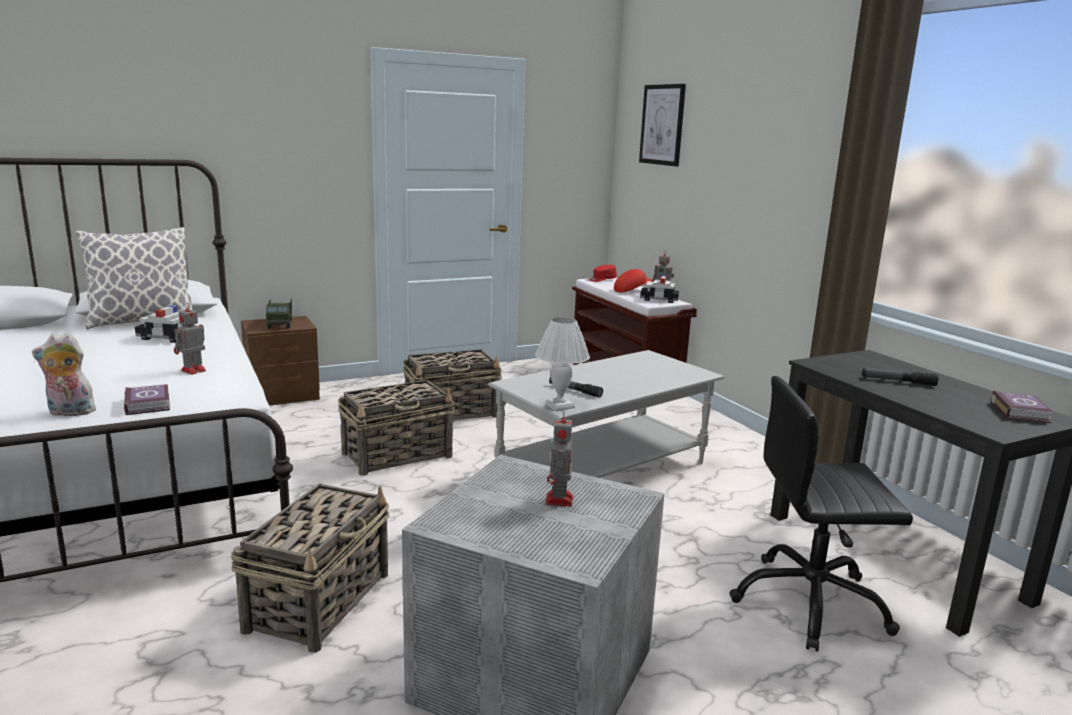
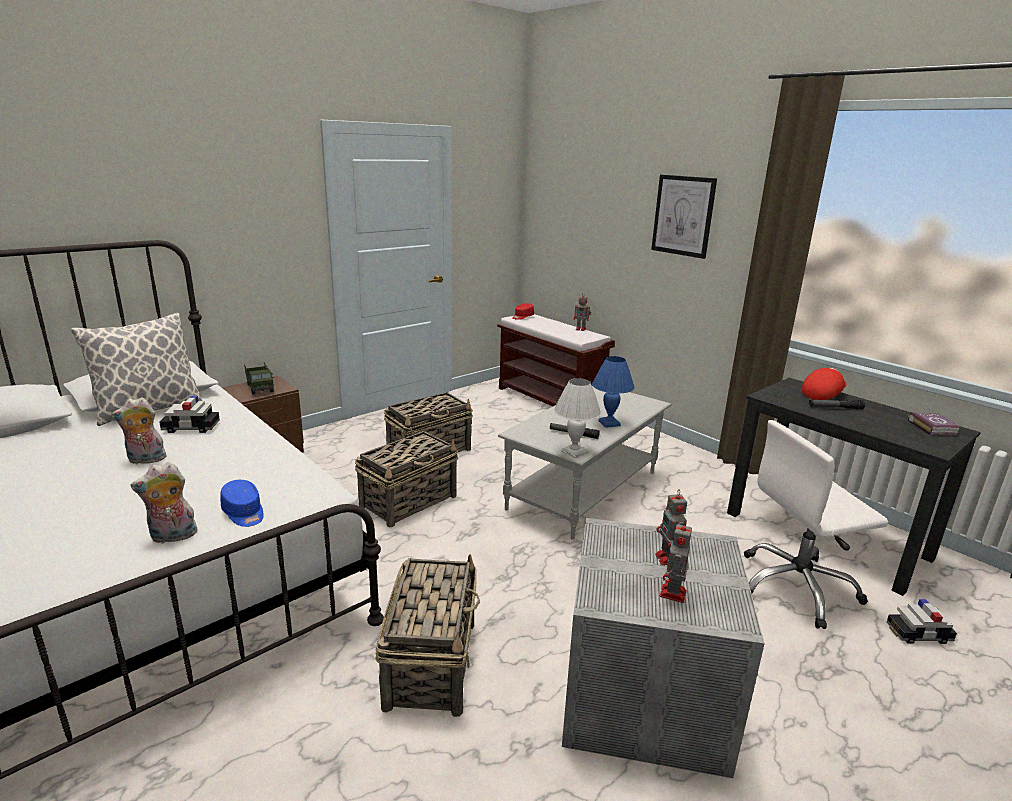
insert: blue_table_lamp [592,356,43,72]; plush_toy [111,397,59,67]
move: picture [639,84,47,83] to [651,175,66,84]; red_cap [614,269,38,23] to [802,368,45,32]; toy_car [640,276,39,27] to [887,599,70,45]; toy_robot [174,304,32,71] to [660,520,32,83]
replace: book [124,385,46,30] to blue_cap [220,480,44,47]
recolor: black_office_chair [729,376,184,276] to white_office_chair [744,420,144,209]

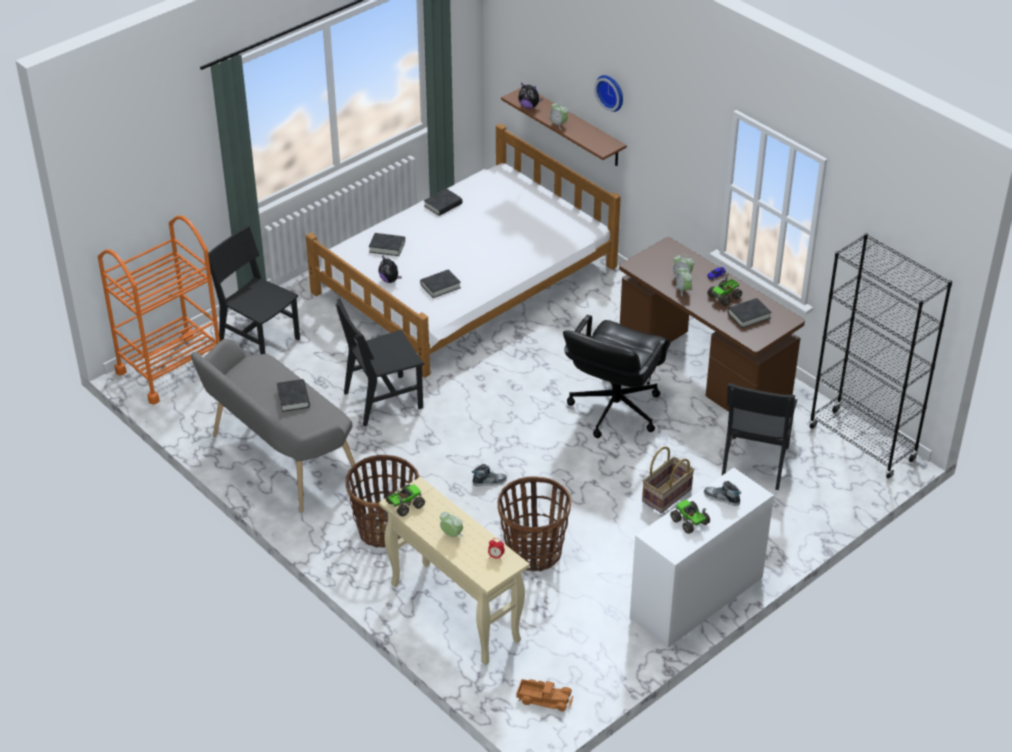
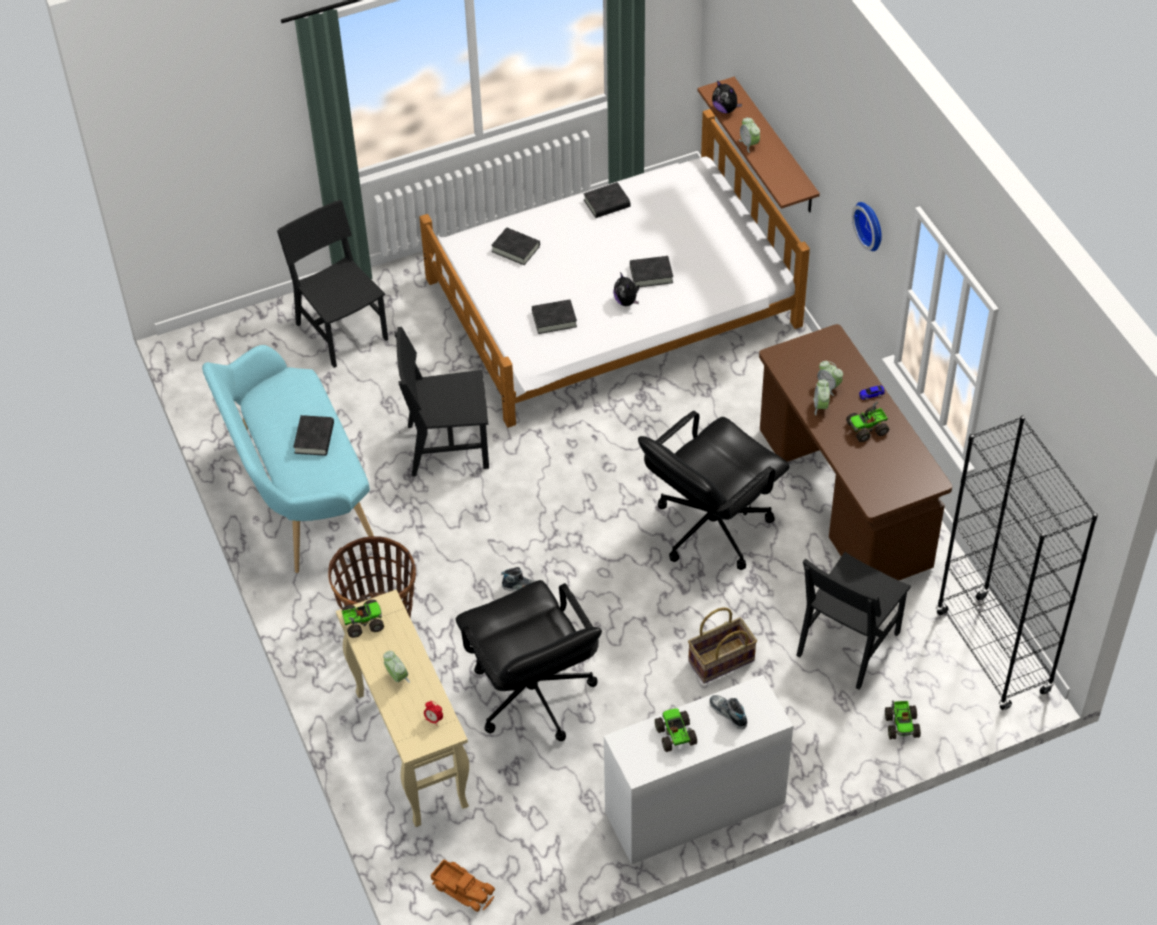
delete: orange_cart [98,215,122,190]
insert: toy_truck [885,700,36,39]
move: wall_clock [594,75,29,37] to [852,202,30,49]; plush_toy [378,256,24,27] to [613,272,26,34]; black_book [728,298,43,30] to [630,256,43,32]
replace: basket [497,476,74,95] to black_office_chair [456,580,146,161]
recolor: grey_bench [191,339,170,174] to turquoise_bench [202,345,177,228]

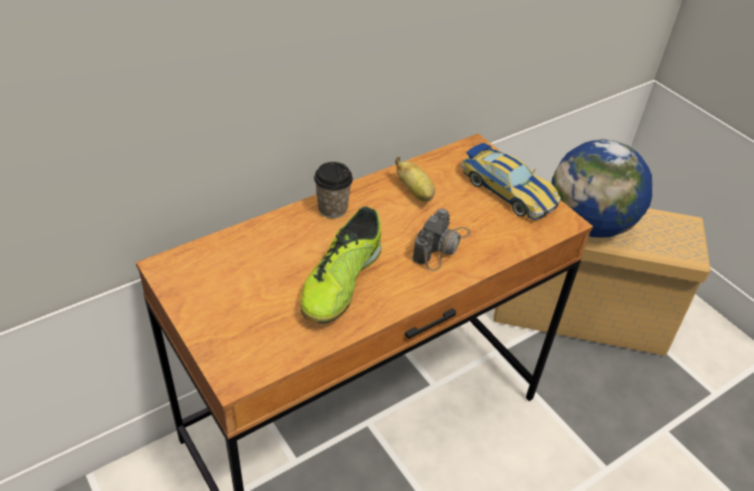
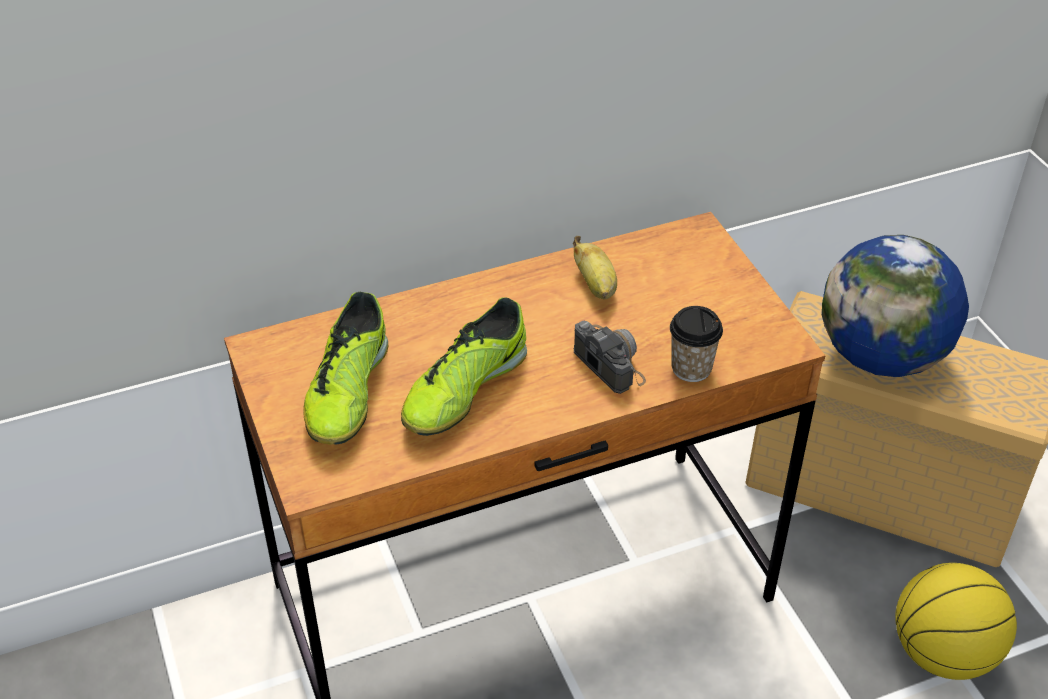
delete: toy_car [461,143,100,77]
insert: shoe [303,292,85,153]; basketball [895,563,122,117]
move: cup [314,162,39,56] to [670,306,53,76]
rotate: photo_camera [413,208,58,63] = [574,321,72,73] 75 degrees counterclockwise

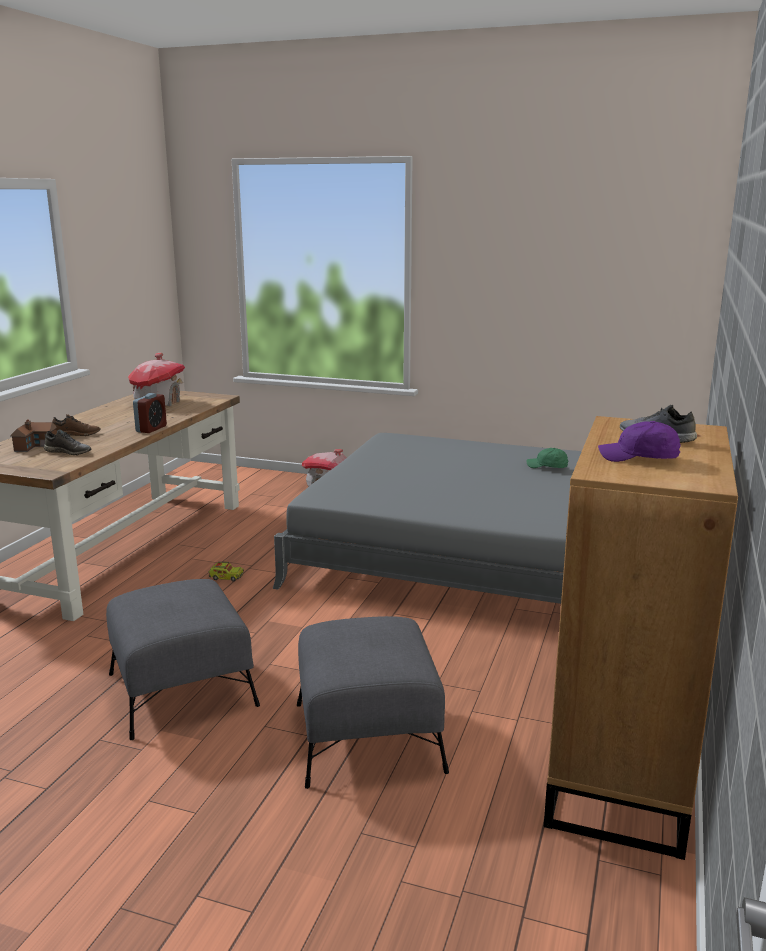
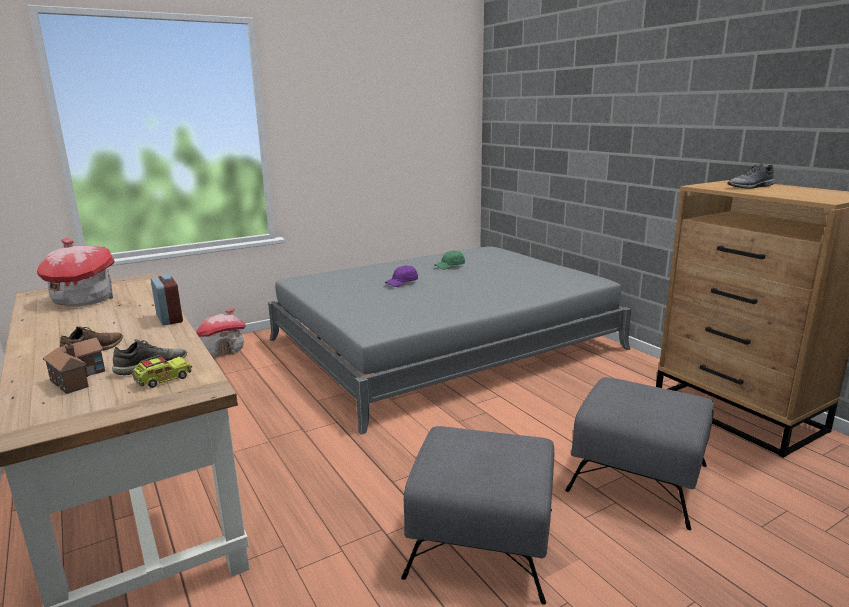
move: purple_cap [598,421,83,41] to [385,265,33,22]; toy_truck [208,562,36,20] to [131,355,61,33]

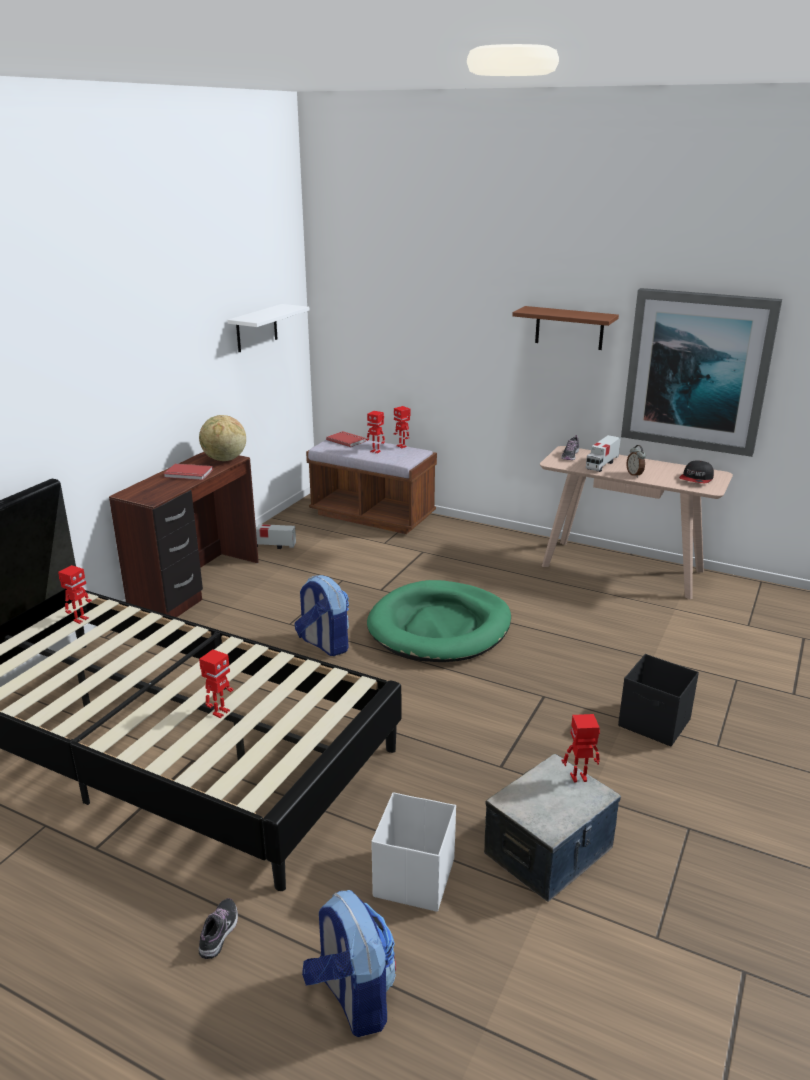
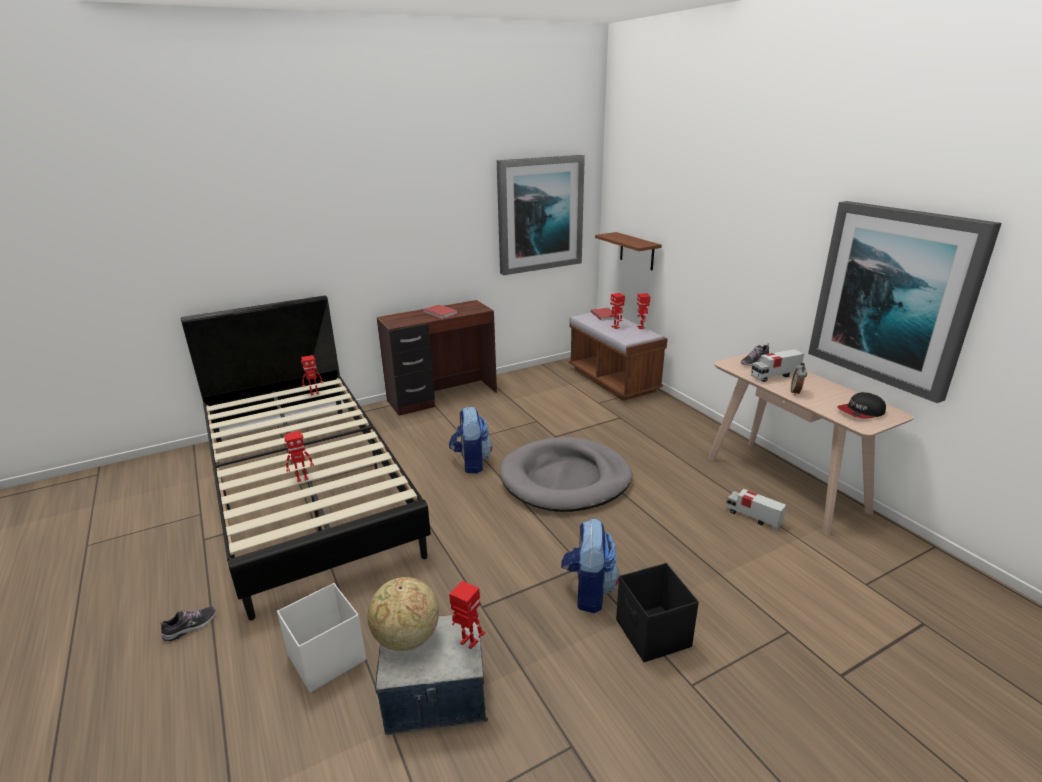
move: brown_shelf [512,306,107,44] to [595,232,67,38]; globe [199,415,47,46] to [367,577,72,74]; toy_truck [256,524,40,25] to [726,489,60,40]; backpack [302,890,94,147] to [561,518,59,95]
replace: white_shelf [228,304,81,48] to picture [497,155,88,120]
recolor: green_dog_bed [367,580,144,82] to grey_dog_bed [500,437,132,75]

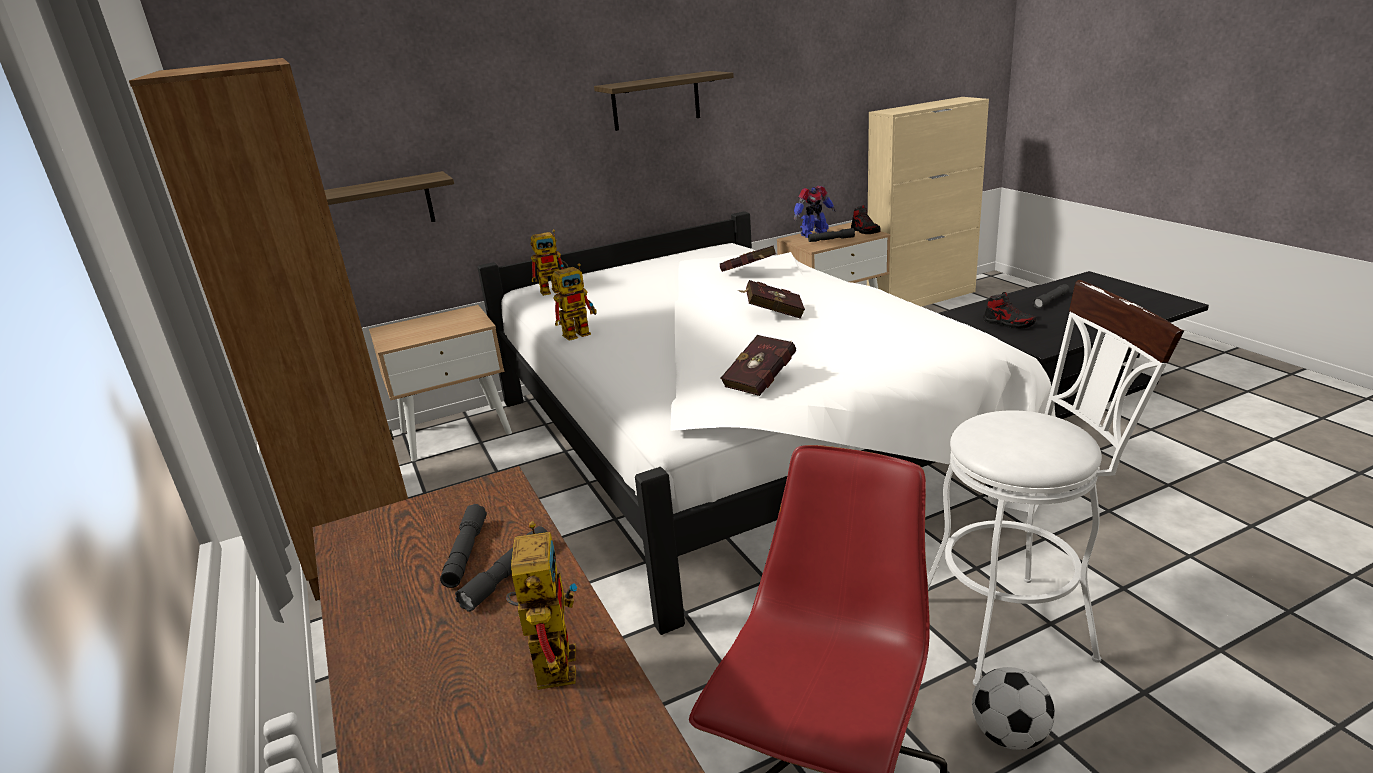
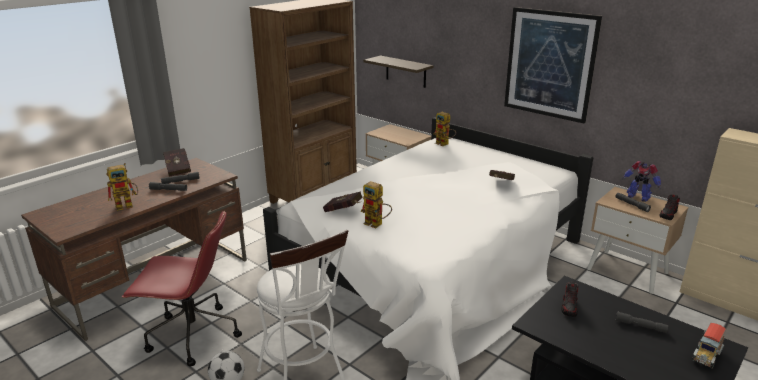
insert: toy_truck [692,323,34,45]
move: toy_robot [552,263,45,78] to [361,181,31,47]; red_book [737,280,68,39] to [163,149,28,27]
replace: shelf [594,71,140,60] to picture [504,7,98,116]

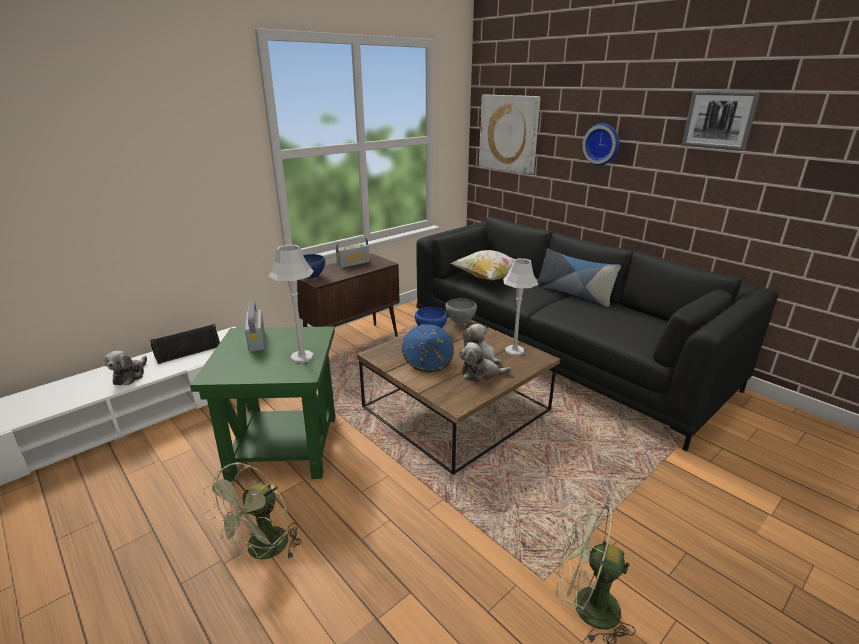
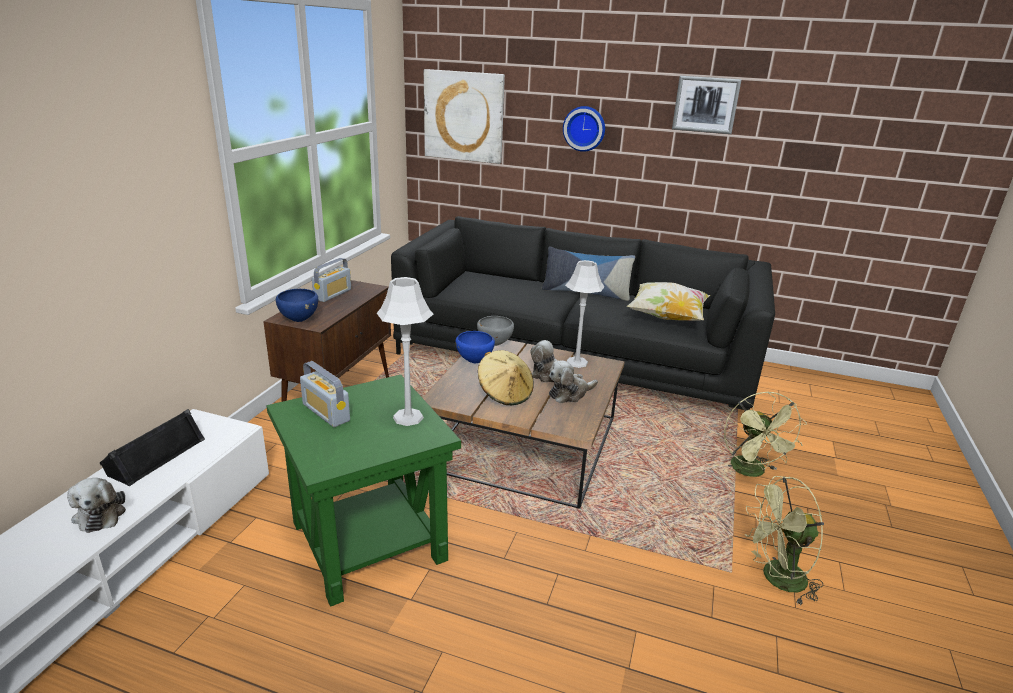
move: pillow [450,250,65,30] to [626,282,84,39]; green_fan [203,463,98,97] to [724,392,83,85]
recolor: blue_hat [402,324,52,48] to beige_hat [478,350,56,55]

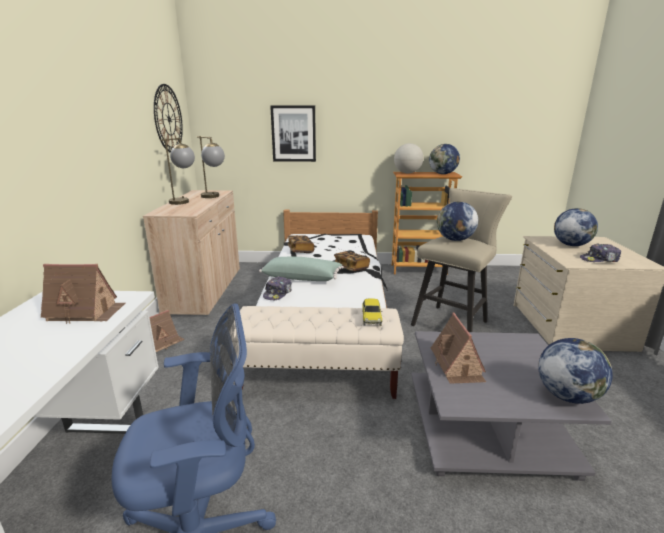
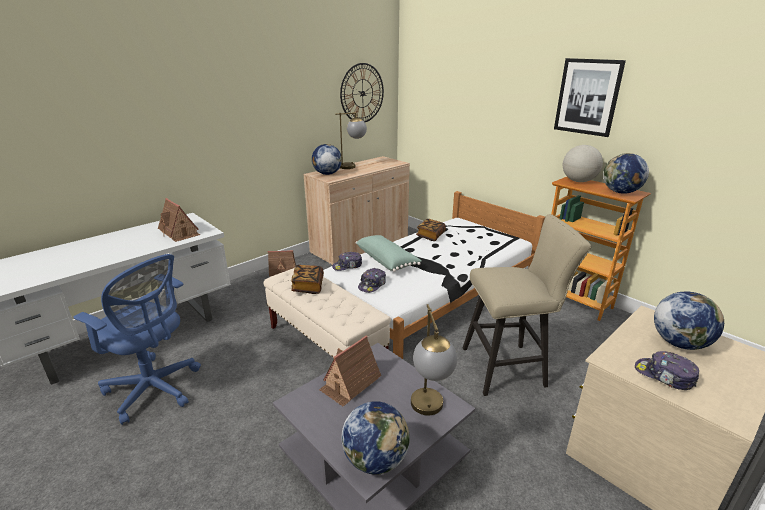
delete: toy_car [362,298,20,28]
insert: cap [358,268,28,25]
move: picture [270,105,46,57] to [554,58,72,79]; table_lamp [197,136,28,62] to [411,304,46,111]; globe [437,201,41,40] to [312,144,30,31]; book [334,251,36,20] to [291,265,33,29]

